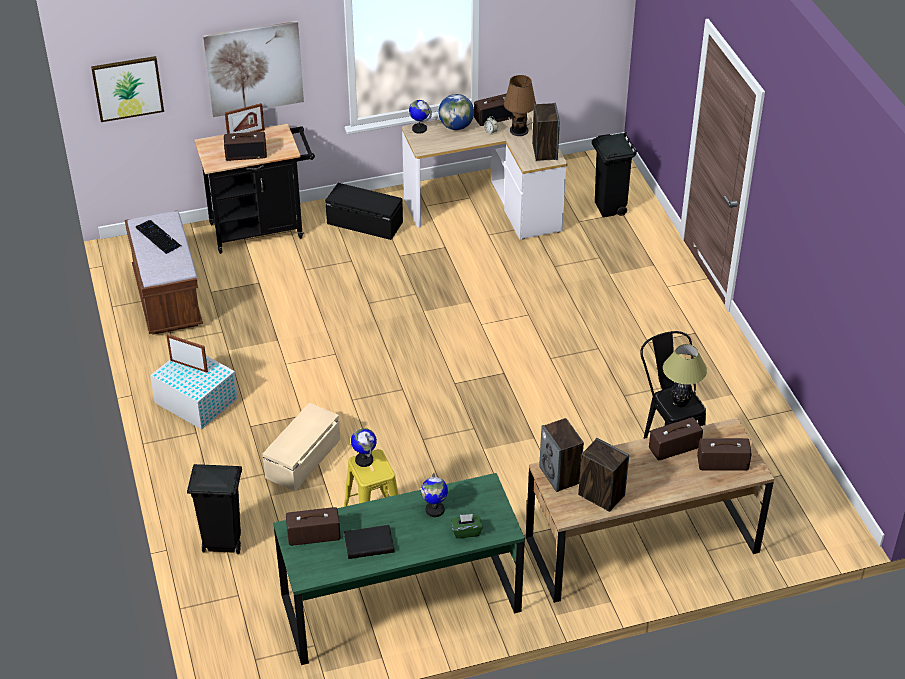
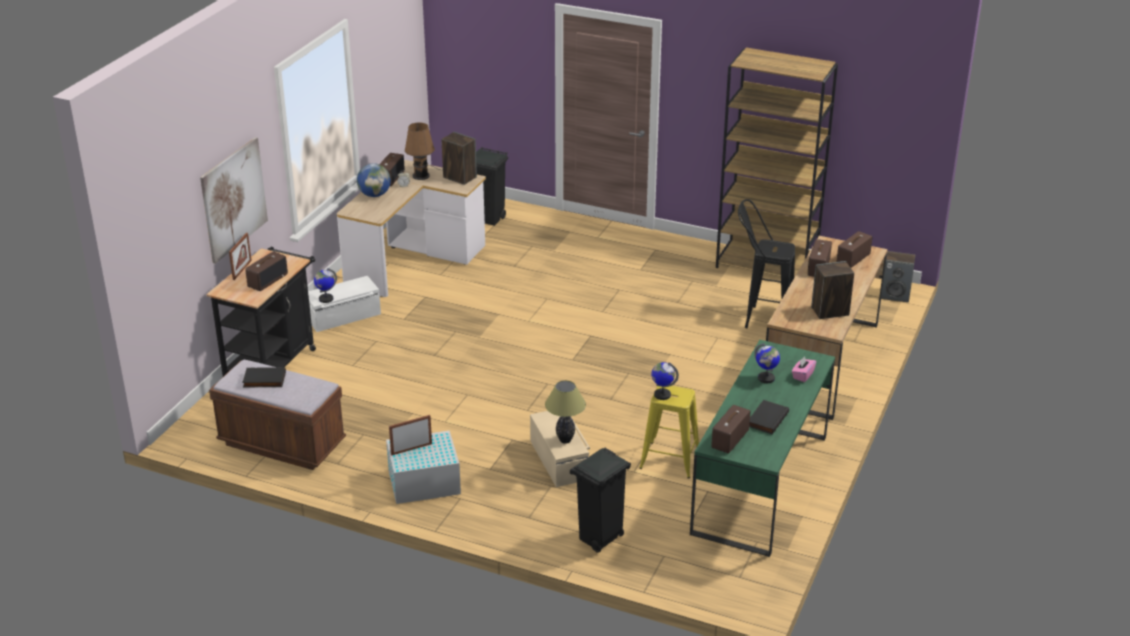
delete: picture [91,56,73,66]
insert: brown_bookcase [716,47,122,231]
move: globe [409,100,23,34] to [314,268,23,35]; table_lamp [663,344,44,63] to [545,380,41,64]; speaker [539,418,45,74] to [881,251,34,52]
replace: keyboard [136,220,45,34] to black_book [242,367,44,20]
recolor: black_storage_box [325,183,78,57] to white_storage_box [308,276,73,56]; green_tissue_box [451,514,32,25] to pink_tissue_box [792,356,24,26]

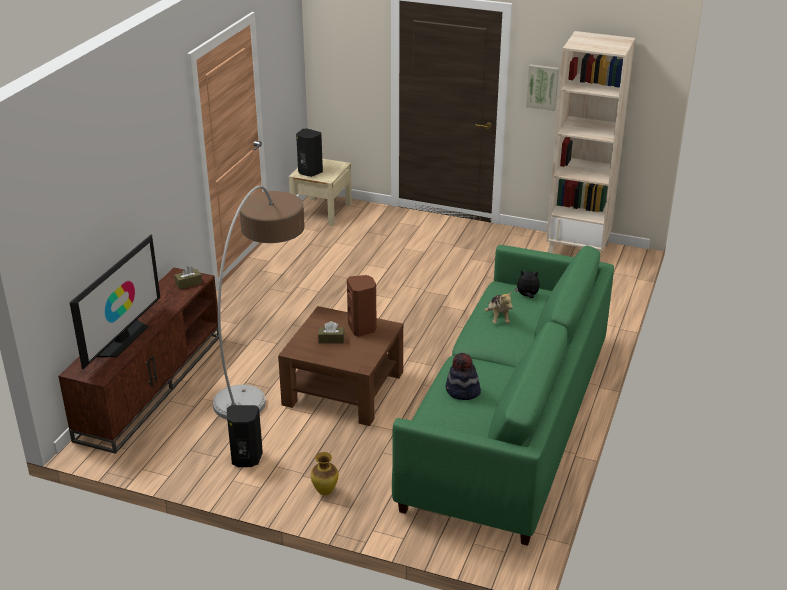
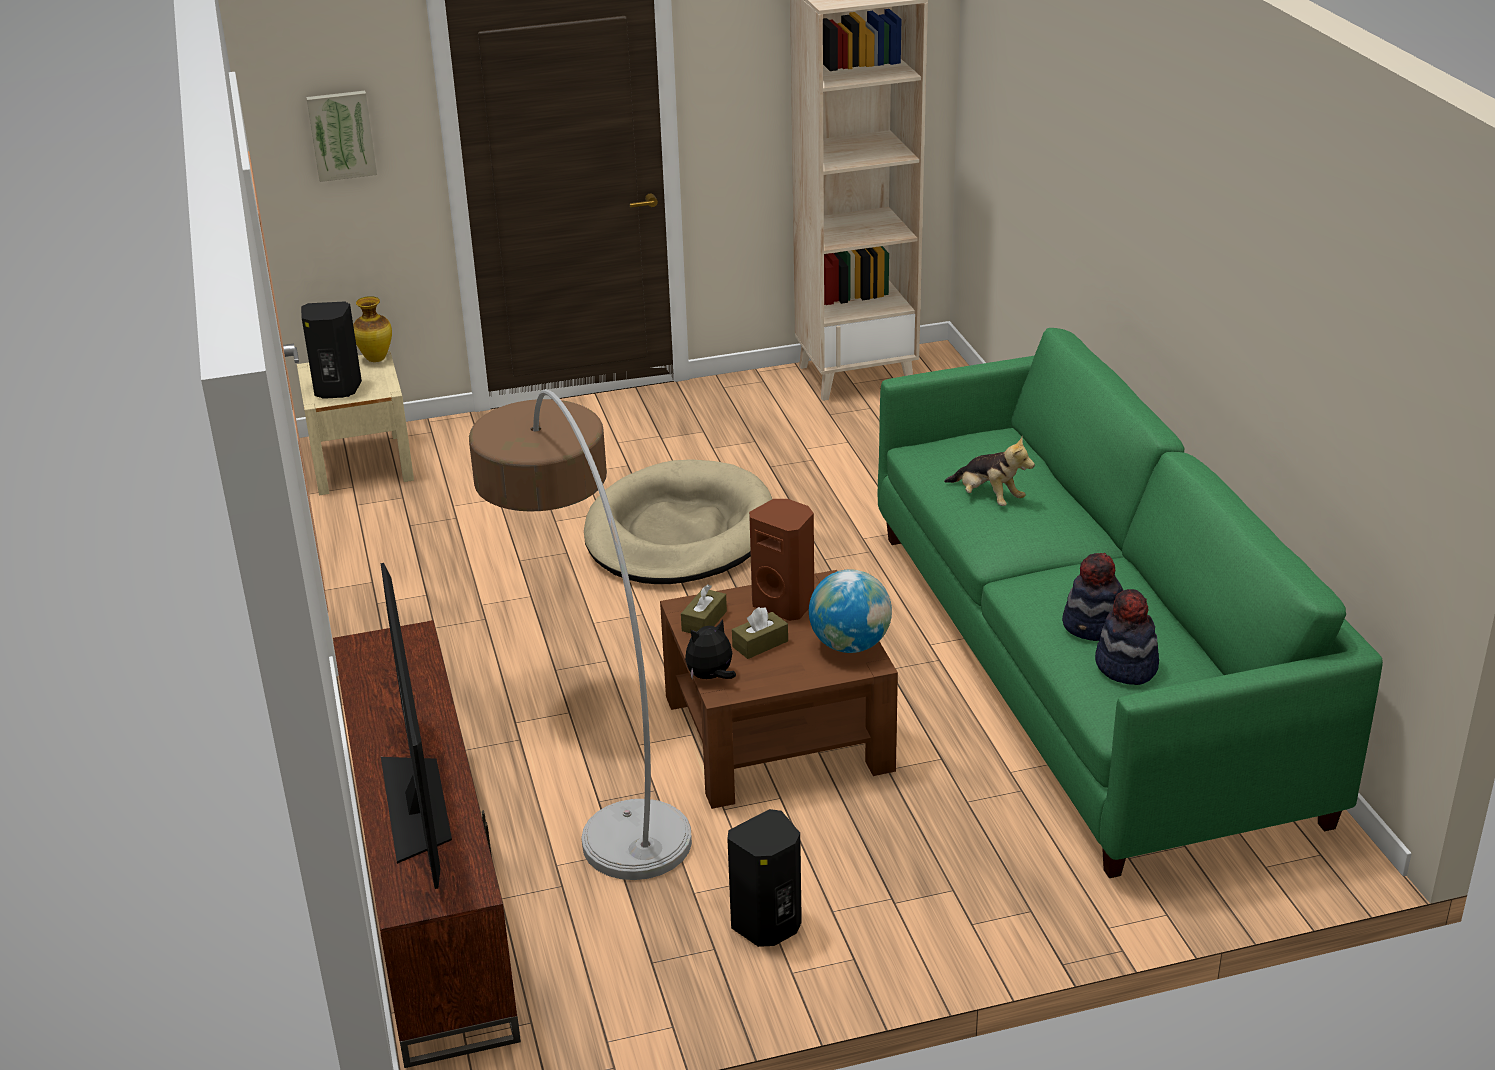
insert: beige_dog_bed [584,459,188,125]; globe [809,569,83,84]; hat [1095,589,64,96]
move: picture [526,64,33,47] to [306,91,71,91]; brown_tissue_box [174,266,28,23] to [681,584,46,49]; plush_toy [515,270,25,28] to [685,619,51,60]; vase [311,452,27,44] to [353,296,39,66]

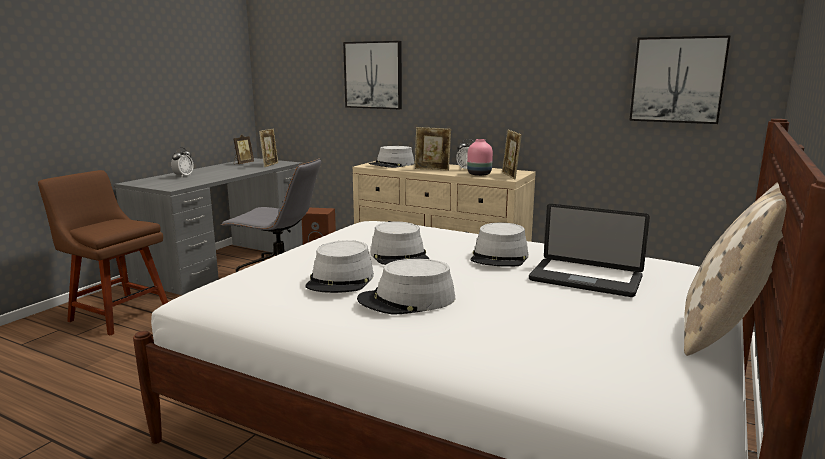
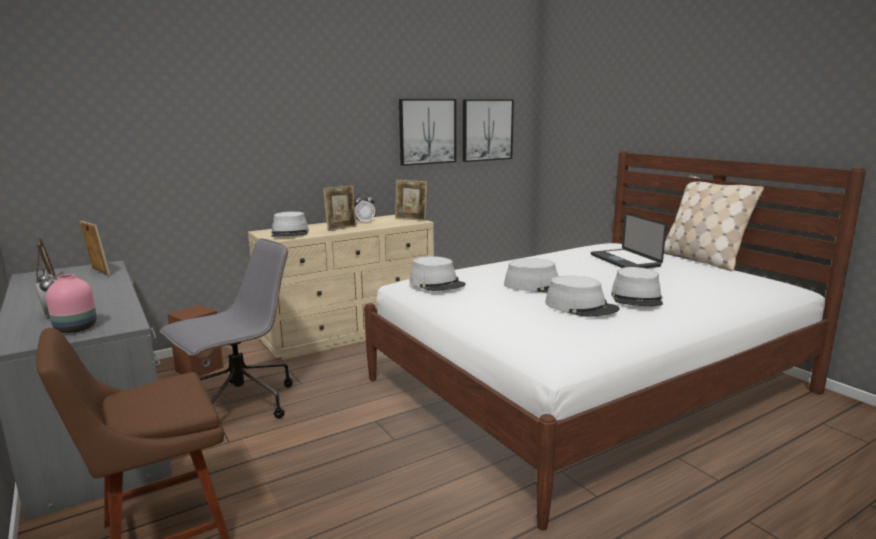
move: picture [343,41,59,68] to [399,99,57,67]; pink_vase [467,139,26,37] to [46,274,51,59]; grey_hat [471,223,58,43] to [410,256,56,35]
rotate: laptop [529,204,121,93] = [591,213,76,55] 105 degrees clockwise

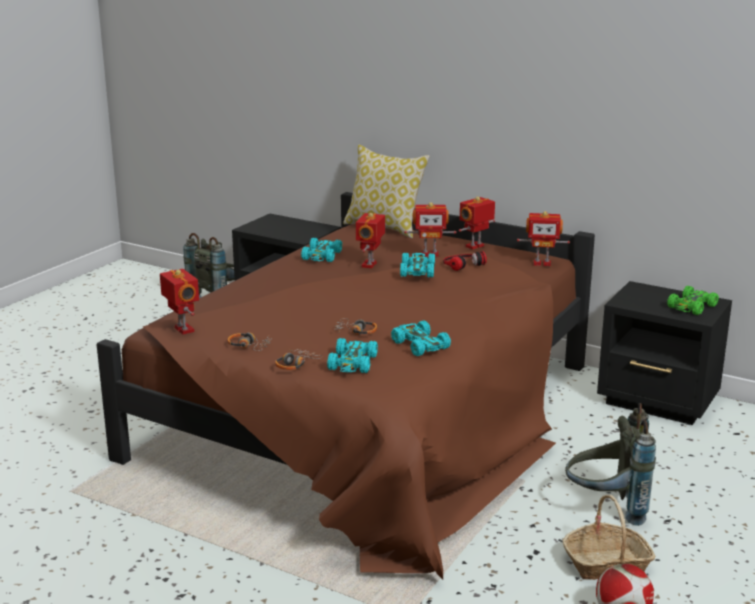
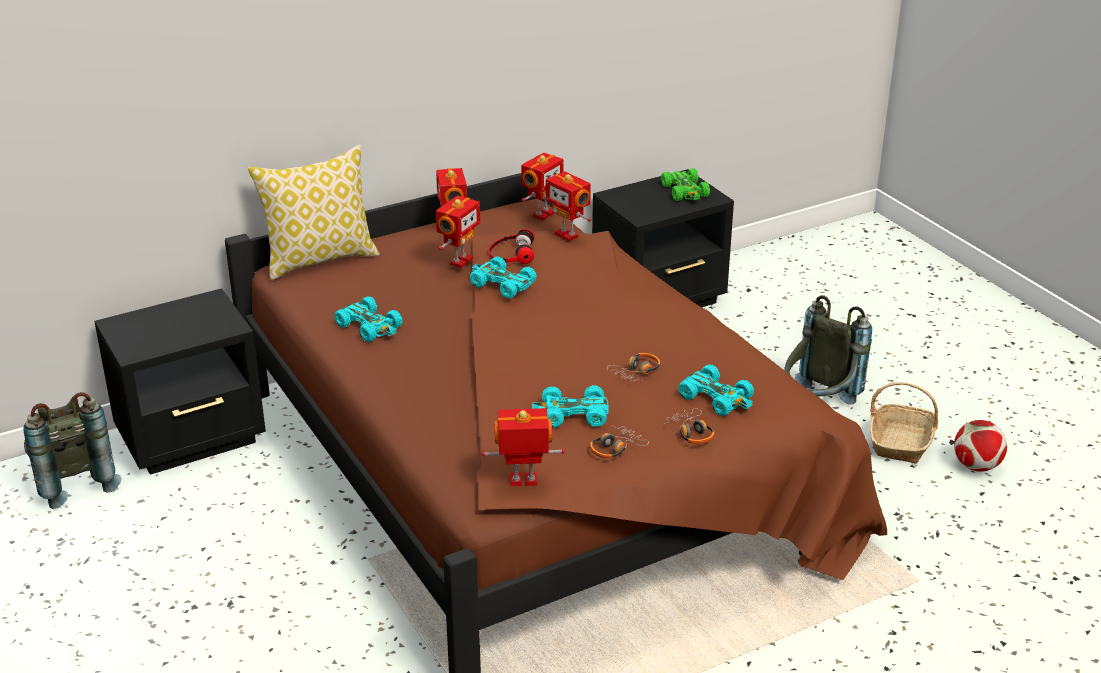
move: toy_robot [356,213,29,55] to [546,171,46,71]; turquoise_toy_car [391,321,60,35] to [532,385,77,43]

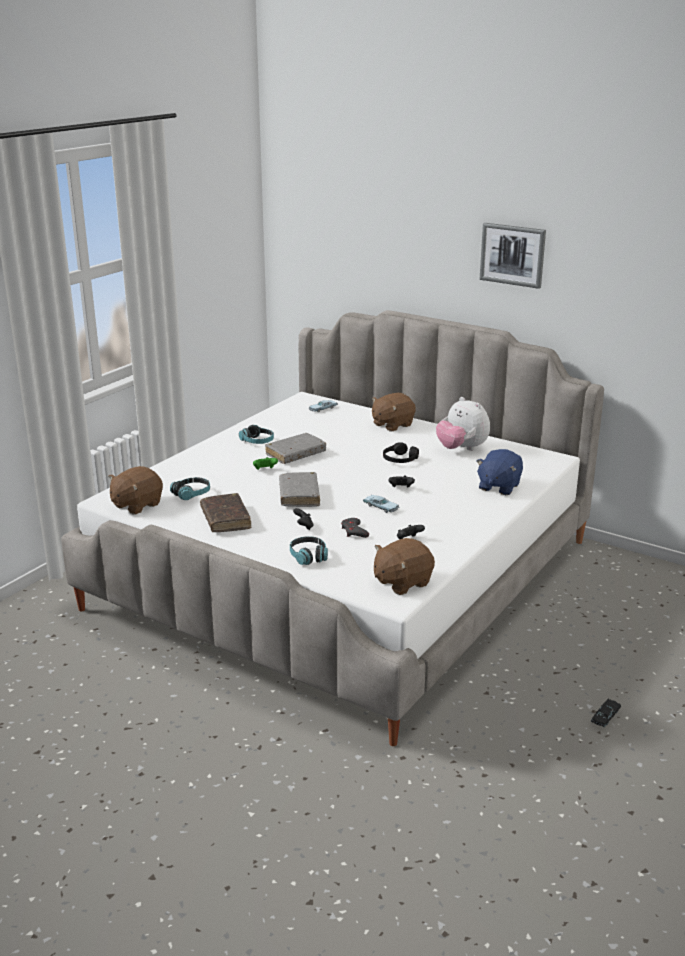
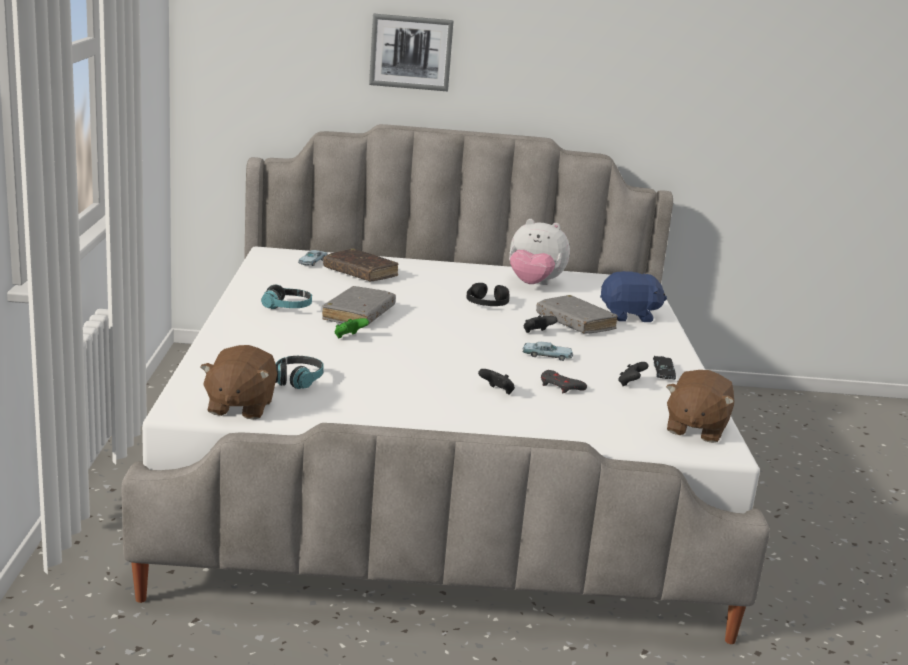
delete: brown_plush_toy [372,393,44,39]; headphones [290,536,38,29]
move: picture [480,223,66,66] to [369,14,85,77]; grey_book [279,472,41,35] to [536,295,82,39]; brown_book [200,493,52,39] to [323,248,76,33]; black_toy_car [591,699,30,28] to [653,356,23,24]
rotate: blue_plush_toy [476,449,47,46] = [600,271,67,51] 90 degrees counterclockwise

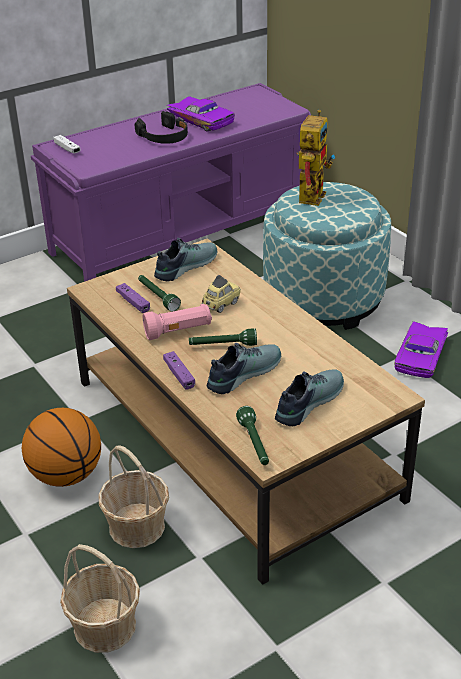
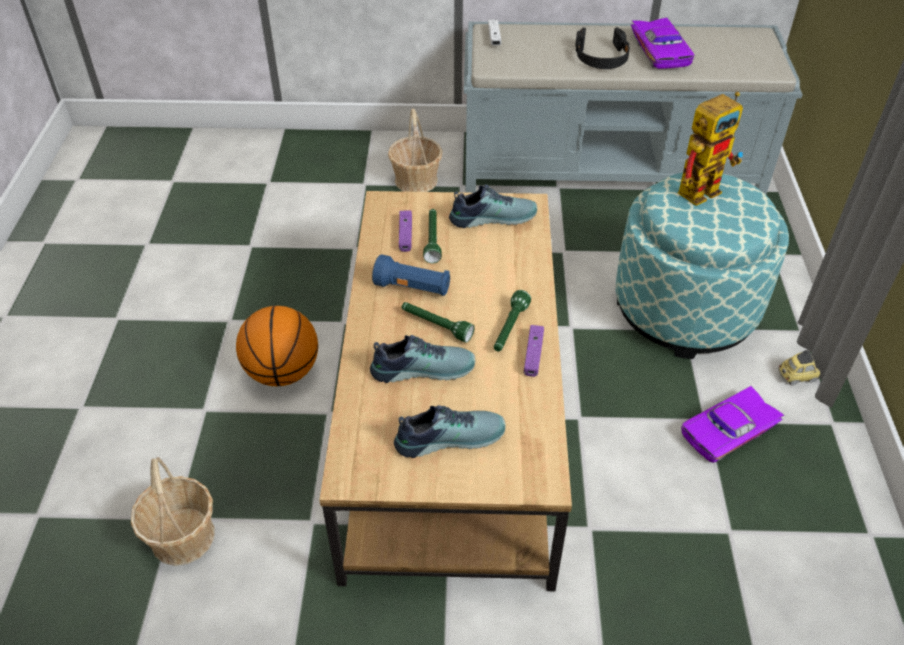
move: toy_car [202,275,39,38] to [778,350,42,35]; purple_game_controller [163,351,32,38] to [524,325,20,52]; green_flashlight [236,406,33,59] to [494,290,37,62]; basket [99,445,70,103] to [388,108,55,84]
recolor: purple_bench [31,83,280,199] to grey_bench [464,21,339,174]; pink_flashlight [143,304,69,36] to blue_flashlight [372,255,78,41]

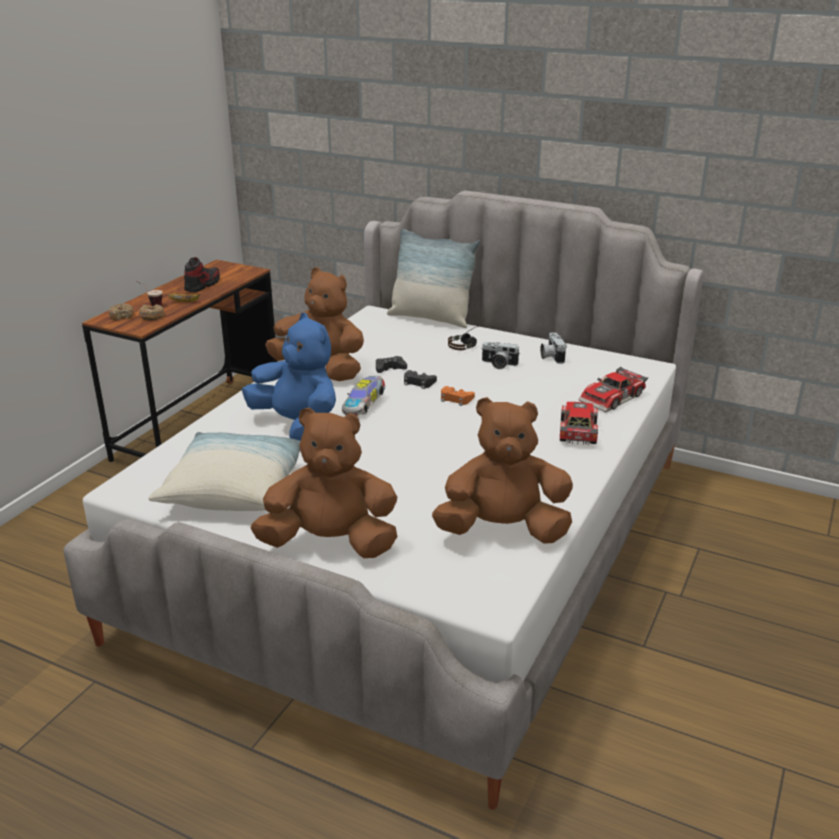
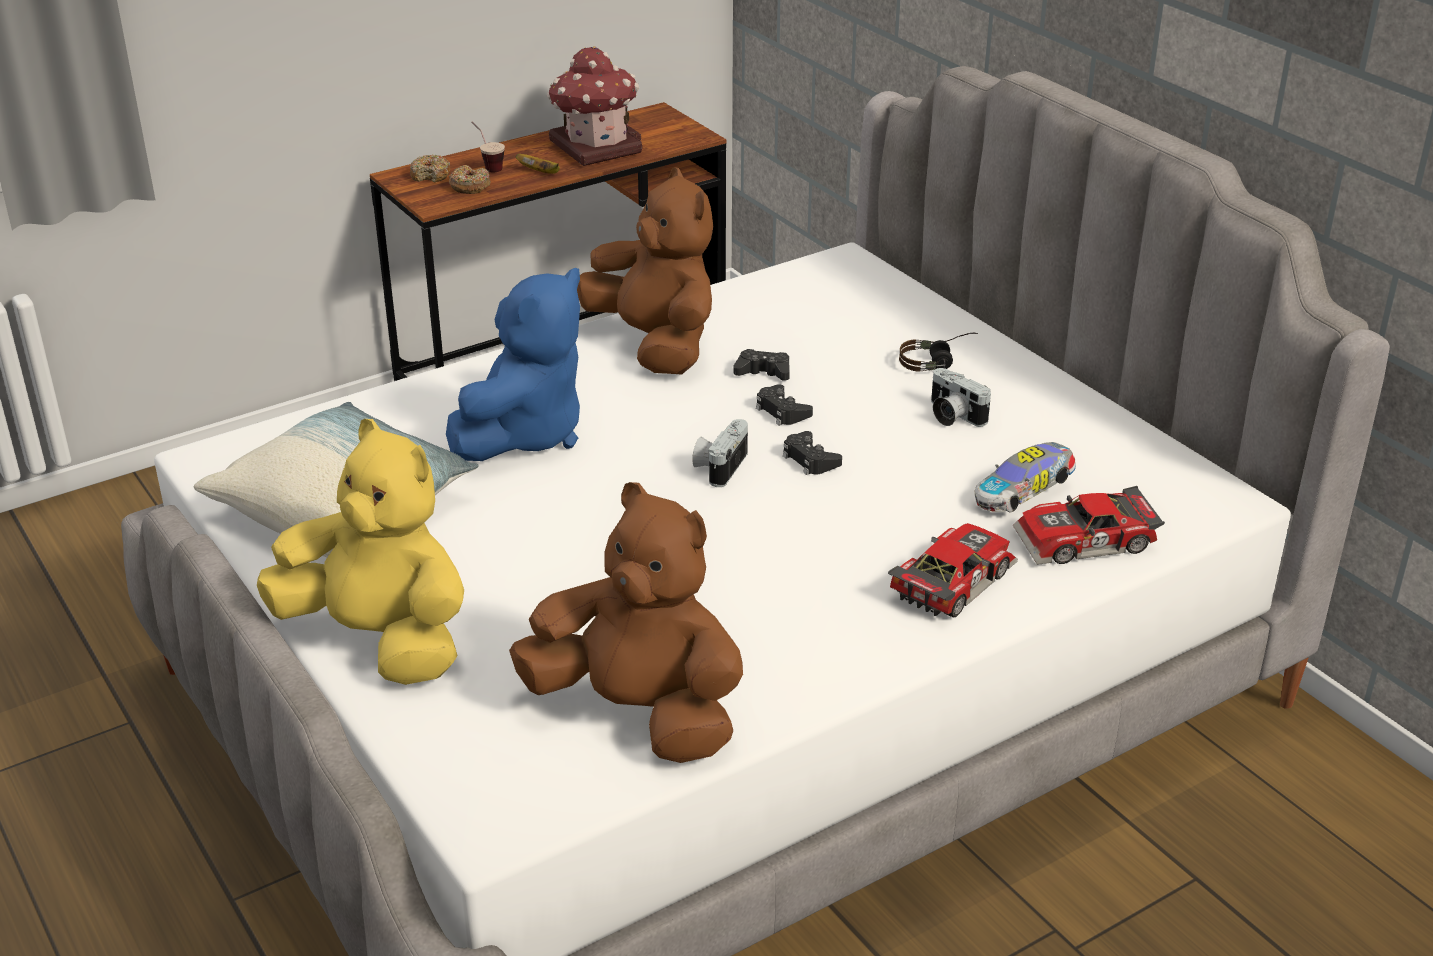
delete: pillow [387,229,93,99]
move: photo_camera [540,333,27,31] to [692,419,56,68]; toy_car [342,376,43,40] to [975,442,101,70]
replace: shoe [184,257,36,35] to toy_house [547,46,95,120]
recolor: orange_game_controller [441,386,34,20] to black_game_controller [783,431,59,44]; brown_plush_toy [251,407,146,151] to yellow_plush_toy [257,419,207,266]
rotate: blue_plush_toy [242,313,94,128] = [446,268,134,193] 45 degrees clockwise

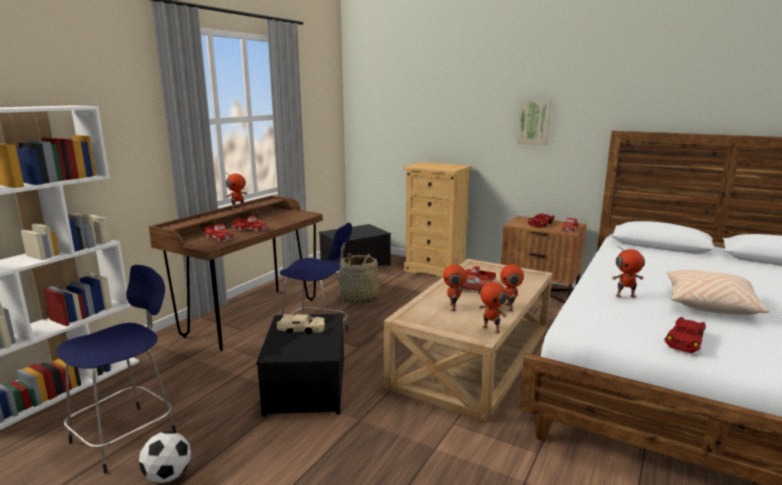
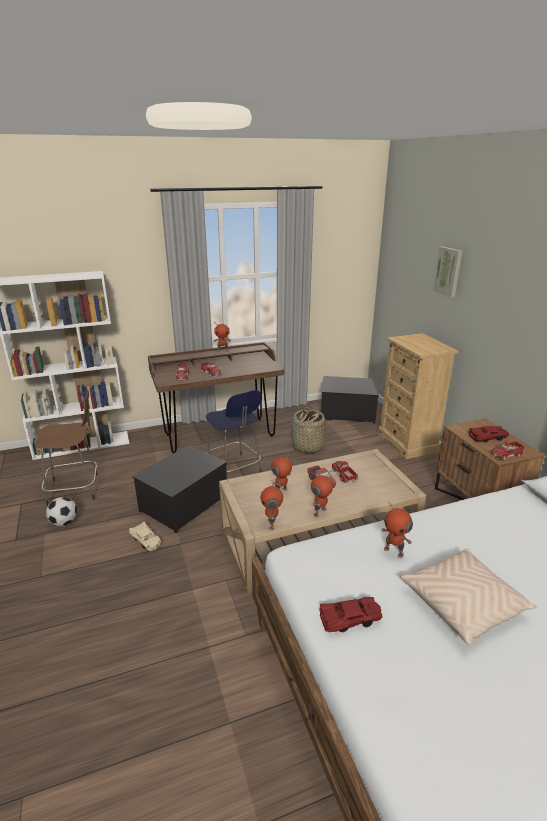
move: picture [517,100,34,46] to [433,246,29,51]; beige_toy_car [277,314,48,21] to [129,521,32,30]
recolor: blue_stool [56,265,120,209] to brown_stool [34,390,64,116]

